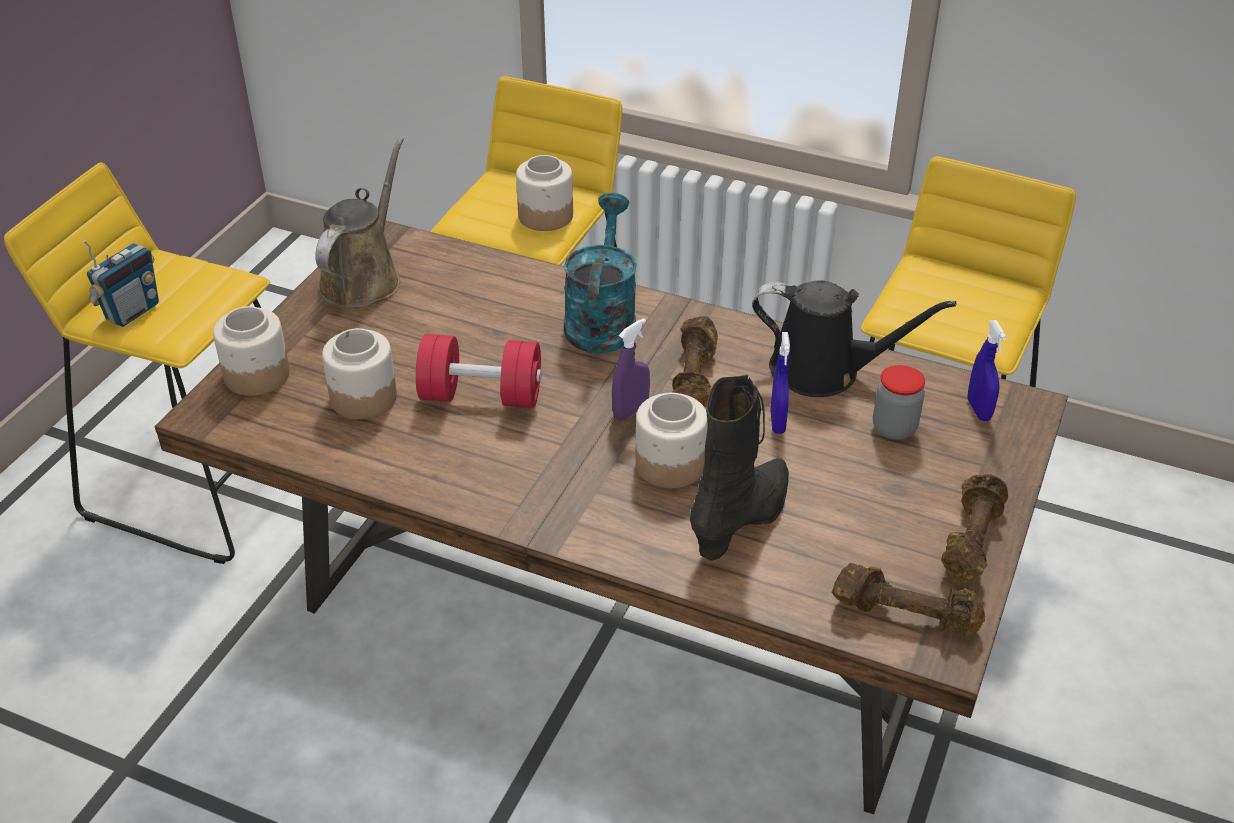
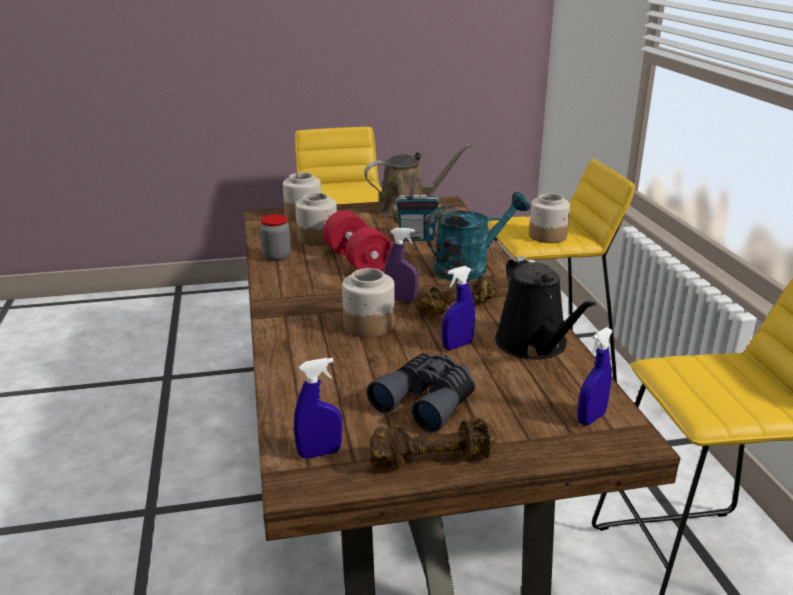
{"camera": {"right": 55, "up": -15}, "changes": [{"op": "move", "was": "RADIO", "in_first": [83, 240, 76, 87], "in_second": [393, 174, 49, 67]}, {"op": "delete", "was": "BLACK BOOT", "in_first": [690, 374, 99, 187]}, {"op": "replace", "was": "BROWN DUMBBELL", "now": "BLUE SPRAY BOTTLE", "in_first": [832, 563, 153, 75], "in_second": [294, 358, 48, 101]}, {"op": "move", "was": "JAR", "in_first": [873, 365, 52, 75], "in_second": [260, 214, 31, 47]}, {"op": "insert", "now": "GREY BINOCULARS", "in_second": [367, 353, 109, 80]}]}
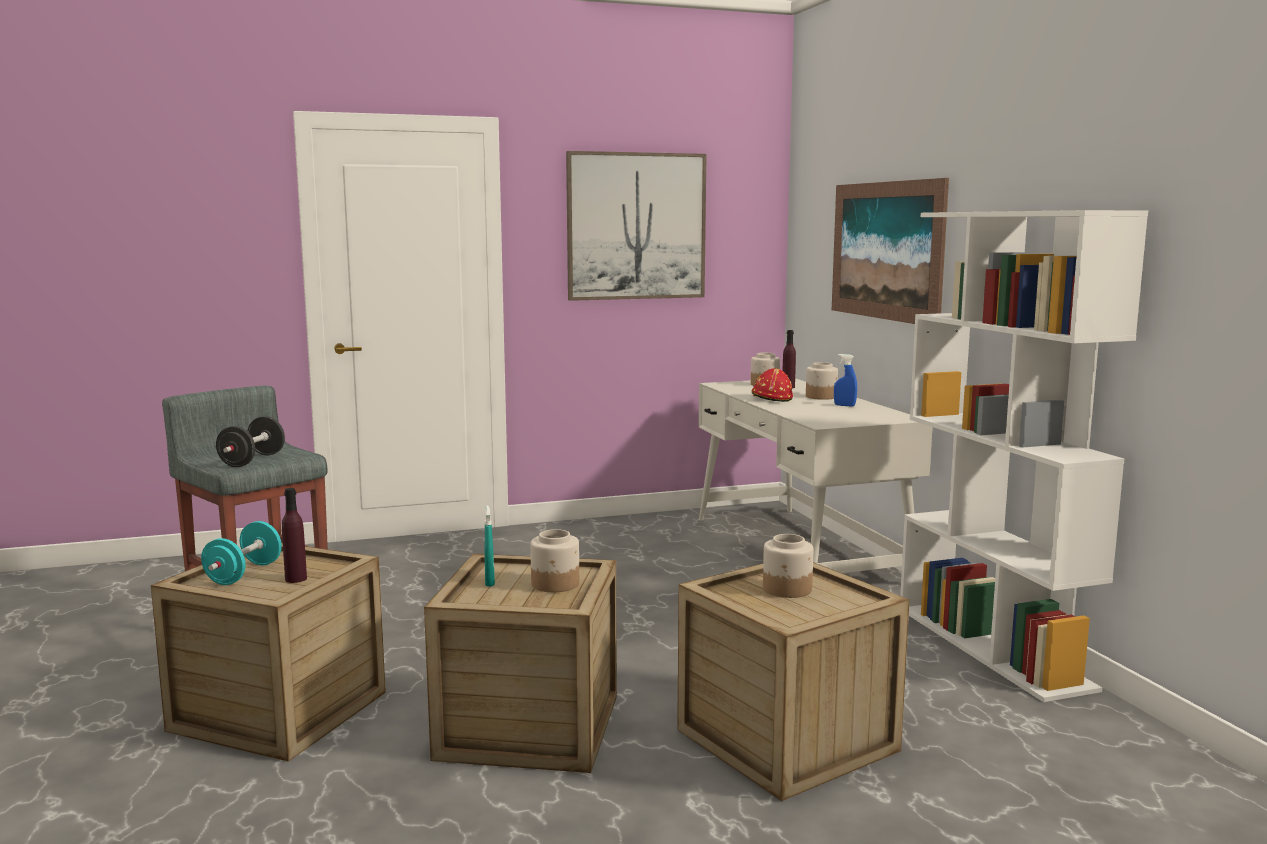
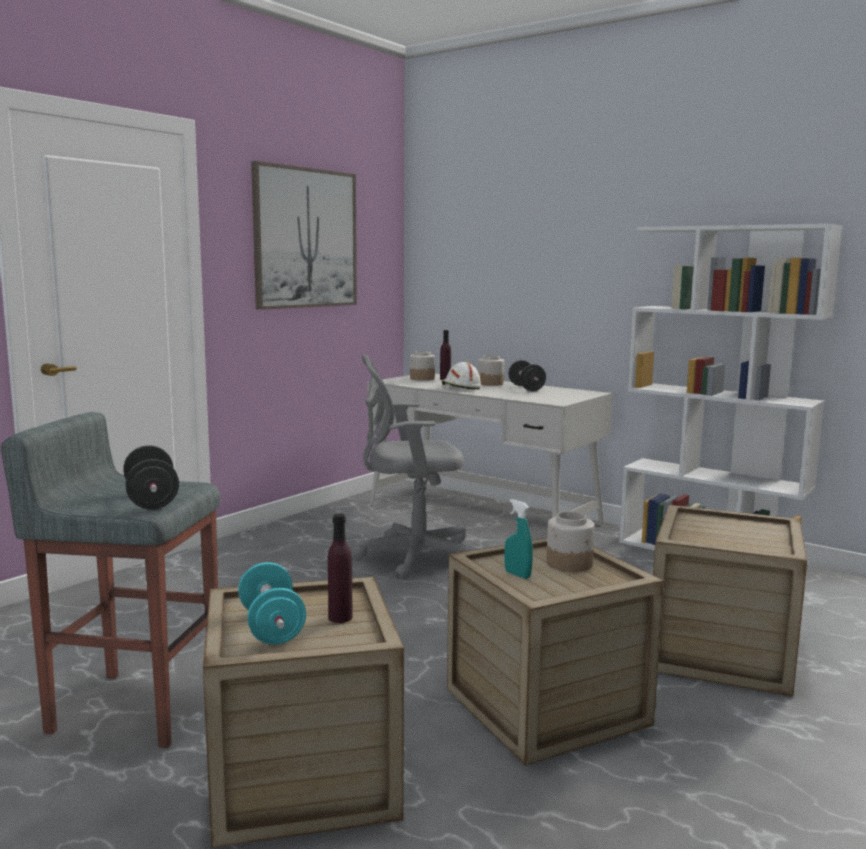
{"camera": {"right": -35, "up": 0}, "changes": [{"op": "recolor", "was": "RED HARD HAT", "now": "WHITE HARD HAT", "in_first": [751, 368, 42, 34], "in_second": [441, 362, 40, 28]}, {"op": "delete", "was": "JAR", "in_first": [763, 534, 51, 64]}, {"op": "delete", "was": "PICTURE", "in_first": [832, 178, 117, 146]}, {"op": "replace", "was": "BLUE SPRAY BOTTLE", "now": "BLACK DUMBBELL", "in_first": [834, 354, 23, 53], "in_second": [508, 360, 38, 31]}, {"op": "insert", "now": "GREY OFFICE CHAIR", "in_second": [351, 354, 127, 225]}]}
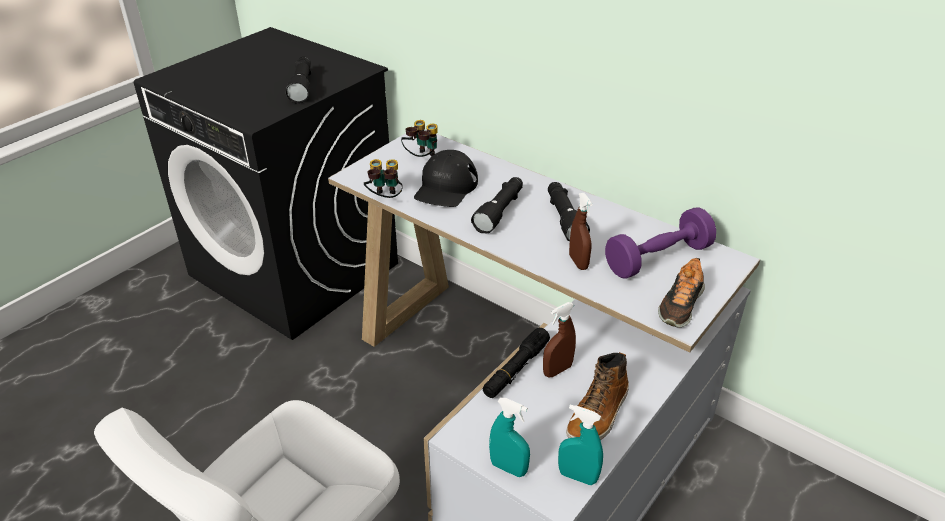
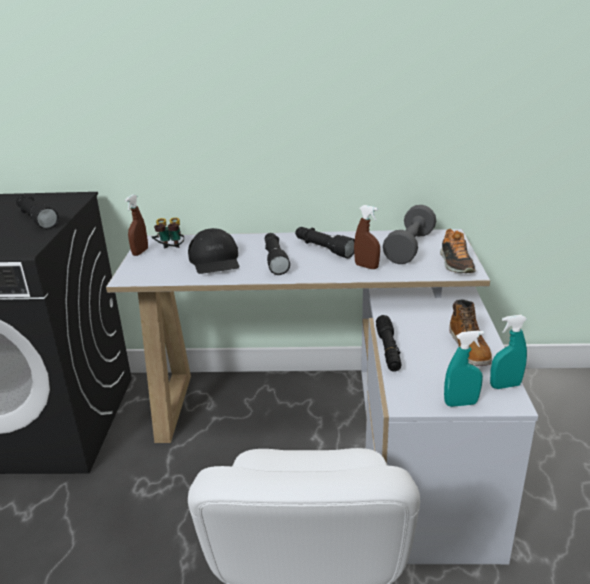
{"camera": {"right": -35, "up": -10}, "changes": [{"op": "delete", "was": "BINOCULARS", "in_first": [364, 159, 39, 39]}, {"op": "move", "was": "BROWN SPRAY BOTTLE", "in_first": [543, 302, 33, 75], "in_second": [125, 194, 23, 62]}, {"op": "recolor", "was": "PURPLE DUMBBELL", "now": "GREY DUMBBELL", "in_first": [605, 207, 111, 72], "in_second": [383, 205, 53, 59]}]}
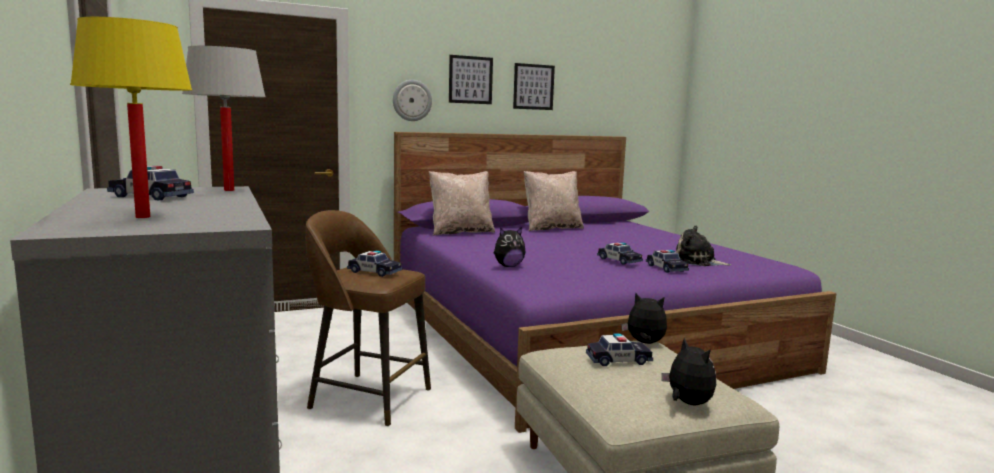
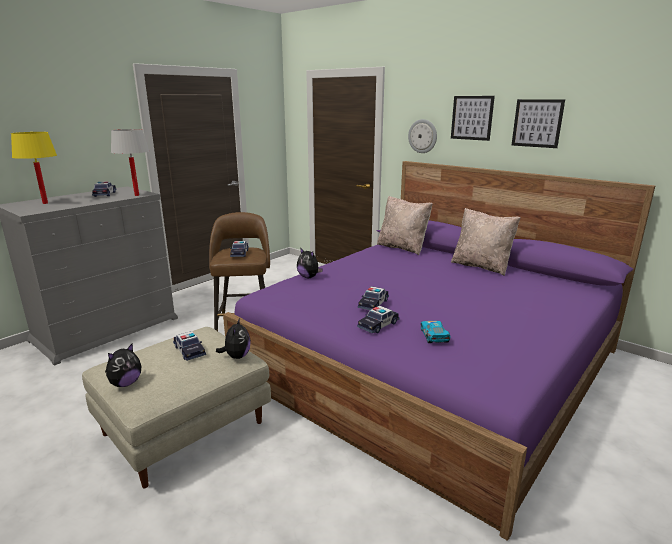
{"camera": {"right": 65, "up": 10}, "changes": [{"op": "replace", "was": "PLUSH TOY", "now": "TOY CAR", "in_first": [676, 226, 55, 40], "in_second": [421, 321, 29, 22]}]}
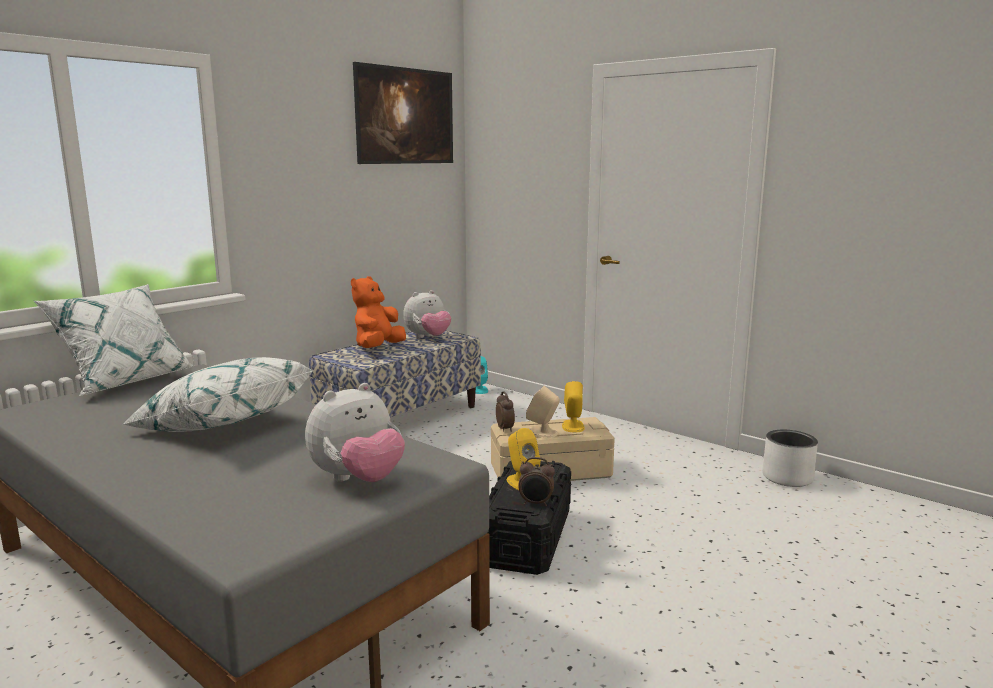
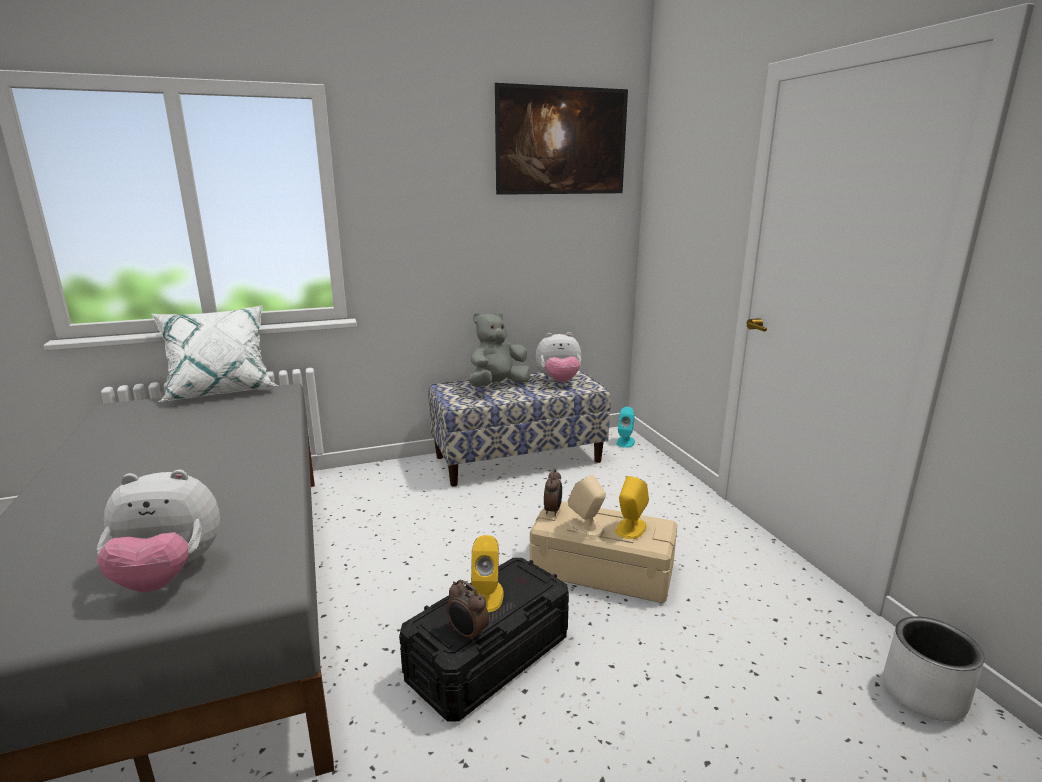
{"camera": {"right": 30, "up": 5}, "changes": [{"op": "delete", "was": "WHITE PILLOW", "in_first": [122, 357, 192, 75]}, {"op": "recolor", "was": "ORANGE PLUSH TOY", "now": "GREY PLUSH TOY", "in_first": [351, 276, 55, 72], "in_second": [469, 312, 61, 75]}]}
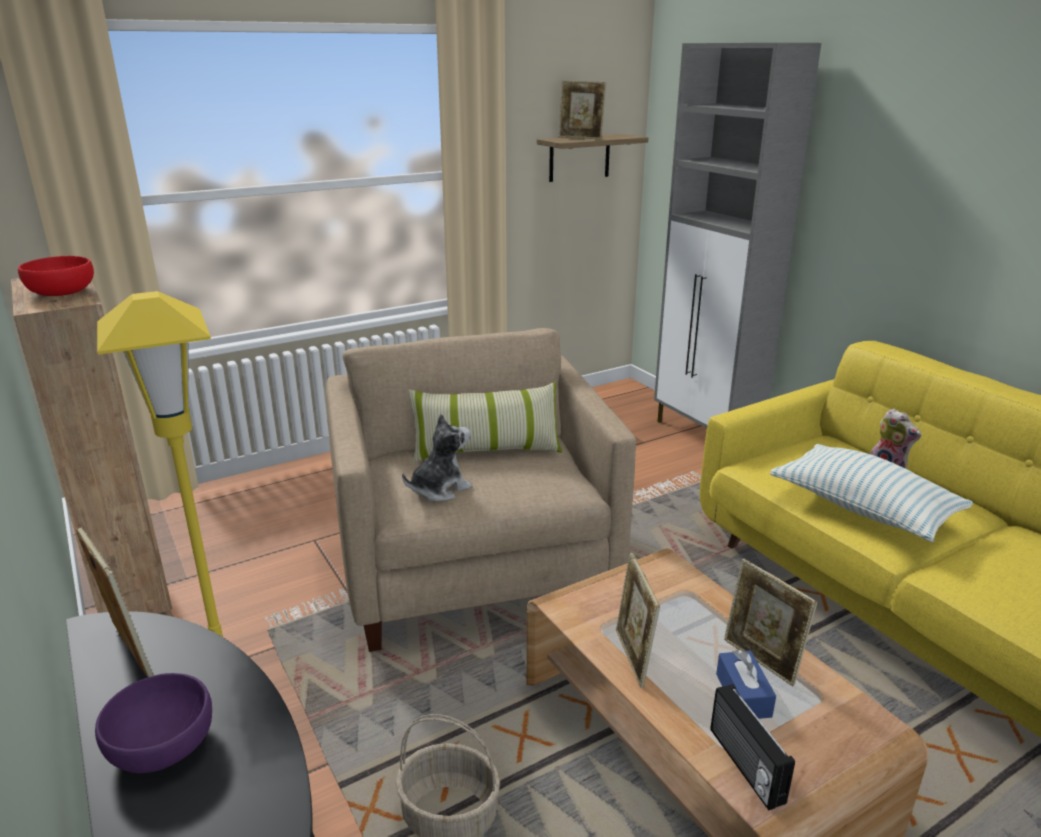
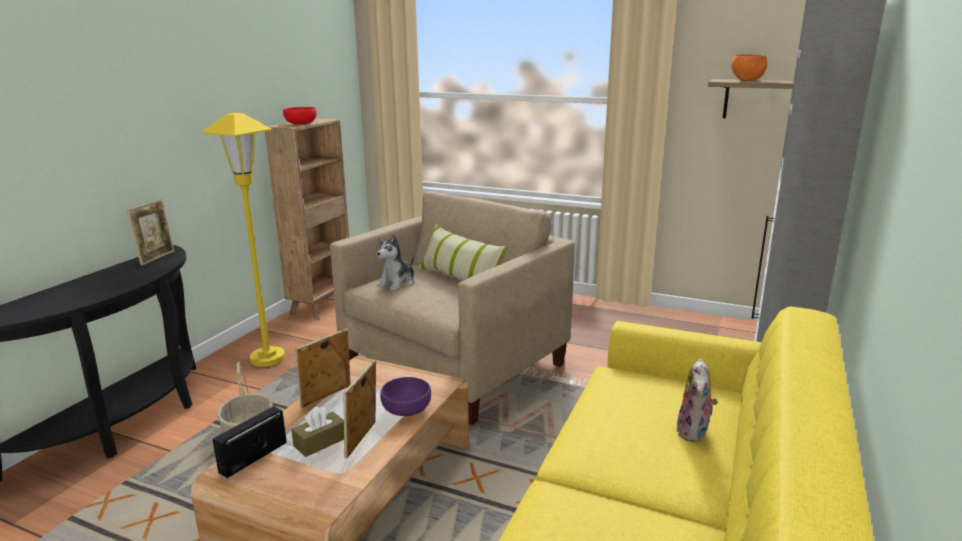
{"camera": {"right": 55, "up": -5}, "changes": [{"op": "move", "was": "PURPLE BOWL", "in_first": [95, 673, 117, 100], "in_second": [380, 377, 51, 39]}, {"op": "rotate", "was": "PLUSH TOY", "in_first": [402, 414, 71, 88], "in_second": [377, 234, 38, 57], "clockwise": 105}, {"op": "replace", "was": "PICTURE FRAME", "now": "ORANGE BOWL", "in_first": [558, 80, 48, 60], "in_second": [732, 55, 35, 26]}, {"op": "recolor", "was": "BLUE TISSUE BOX", "now": "BROWN TISSUE BOX", "in_first": [716, 650, 60, 69], "in_second": [291, 406, 53, 51]}, {"op": "delete", "was": "PILLOW", "in_first": [770, 444, 203, 98]}]}
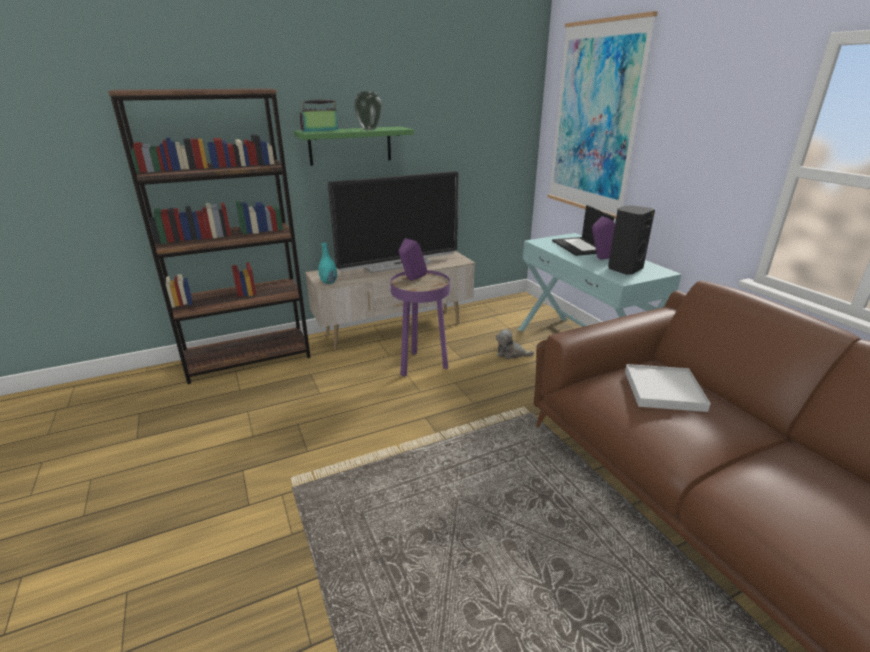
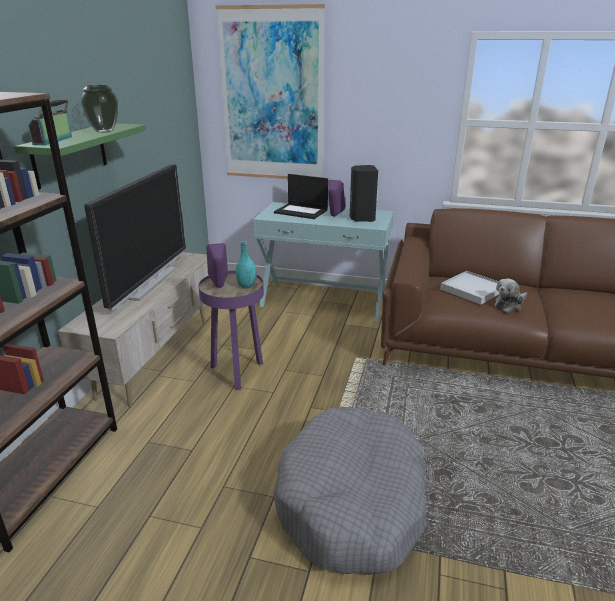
{"camera": {"right": -50, "up": 0}, "changes": [{"op": "move", "was": "TURQUOISE VASE", "in_first": [318, 243, 19, 41], "in_second": [236, 241, 21, 47]}, {"op": "move", "was": "PLUSH TOY", "in_first": [496, 329, 38, 30], "in_second": [494, 279, 33, 34]}, {"op": "insert", "now": "GREY DOG BED", "in_second": [273, 407, 154, 168]}]}
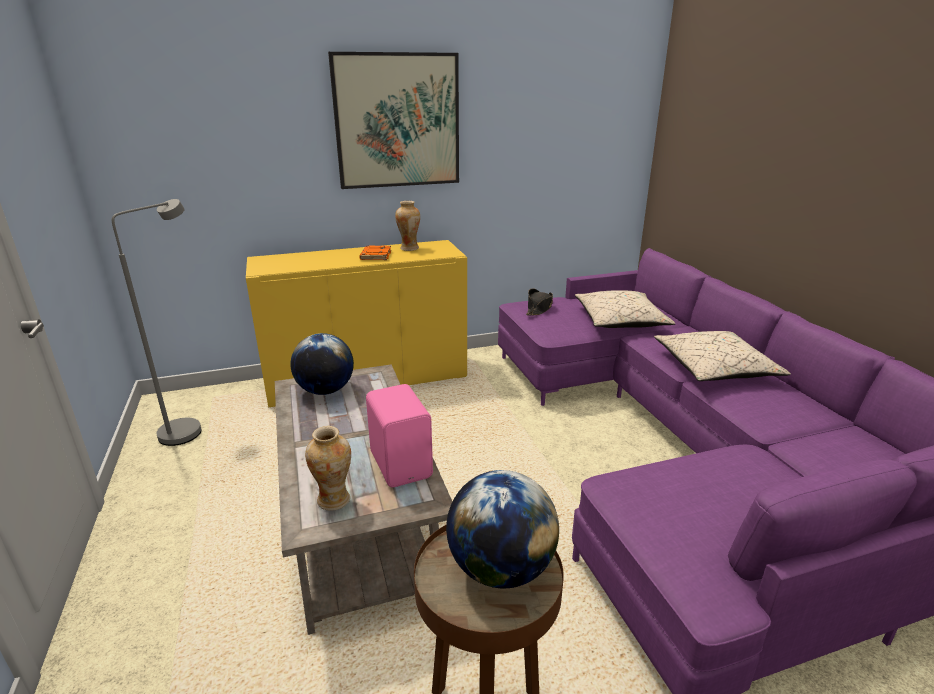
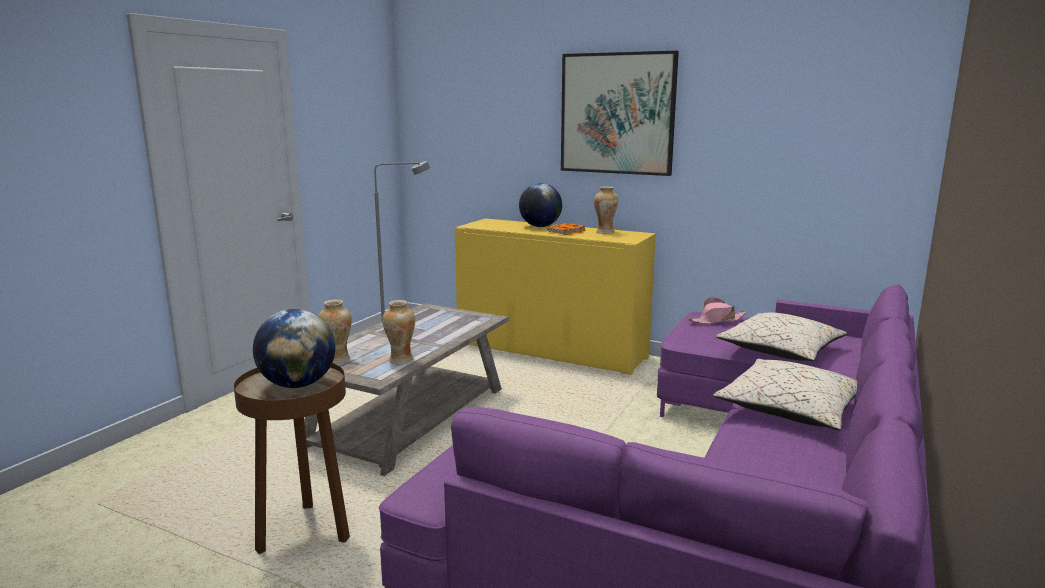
{"camera": {"right": 45, "up": -10}, "changes": [{"op": "move", "was": "GLOBE", "in_first": [291, 333, 63, 62], "in_second": [519, 183, 43, 44]}, {"op": "replace", "was": "PINK SPEAKER", "now": "VASE", "in_first": [366, 384, 67, 103], "in_second": [382, 300, 33, 64]}, {"op": "recolor", "was": "BLACK HAT", "now": "PINK HAT", "in_first": [526, 289, 27, 27], "in_second": [688, 297, 59, 27]}]}
